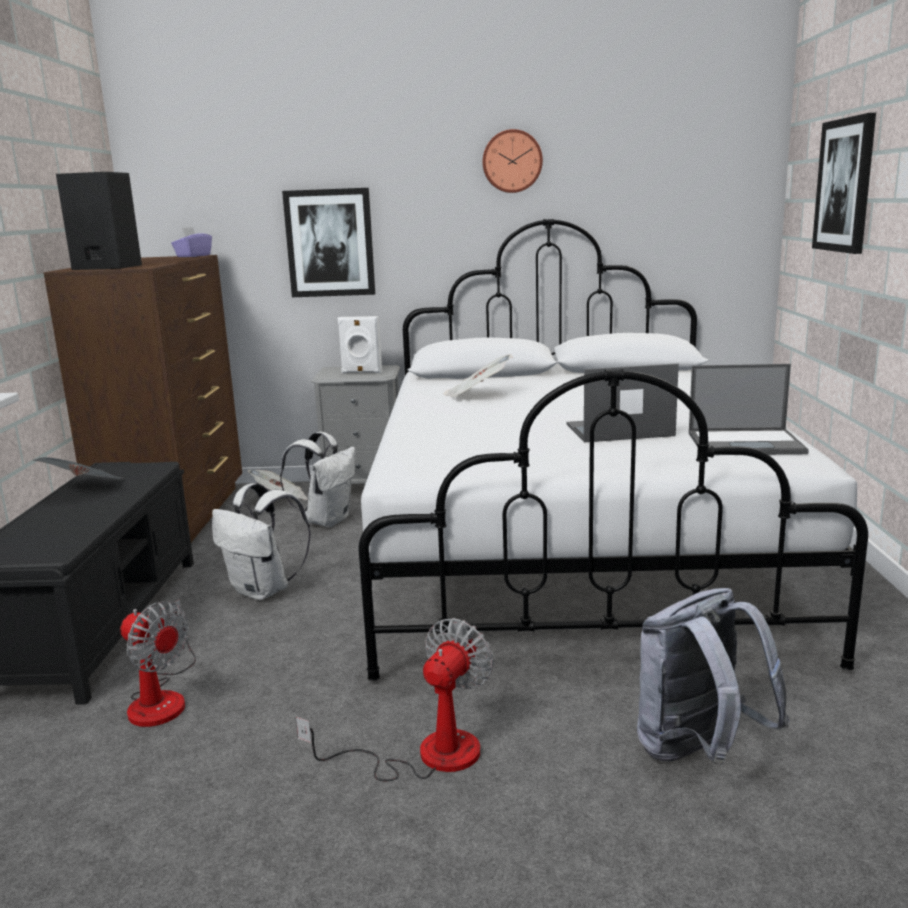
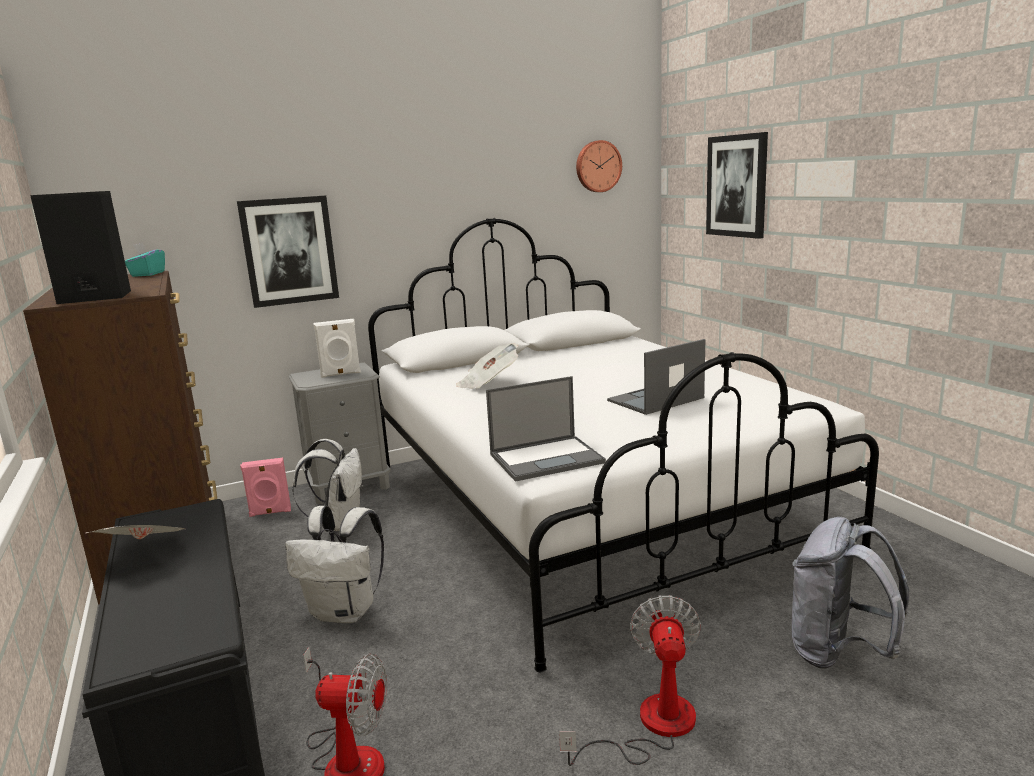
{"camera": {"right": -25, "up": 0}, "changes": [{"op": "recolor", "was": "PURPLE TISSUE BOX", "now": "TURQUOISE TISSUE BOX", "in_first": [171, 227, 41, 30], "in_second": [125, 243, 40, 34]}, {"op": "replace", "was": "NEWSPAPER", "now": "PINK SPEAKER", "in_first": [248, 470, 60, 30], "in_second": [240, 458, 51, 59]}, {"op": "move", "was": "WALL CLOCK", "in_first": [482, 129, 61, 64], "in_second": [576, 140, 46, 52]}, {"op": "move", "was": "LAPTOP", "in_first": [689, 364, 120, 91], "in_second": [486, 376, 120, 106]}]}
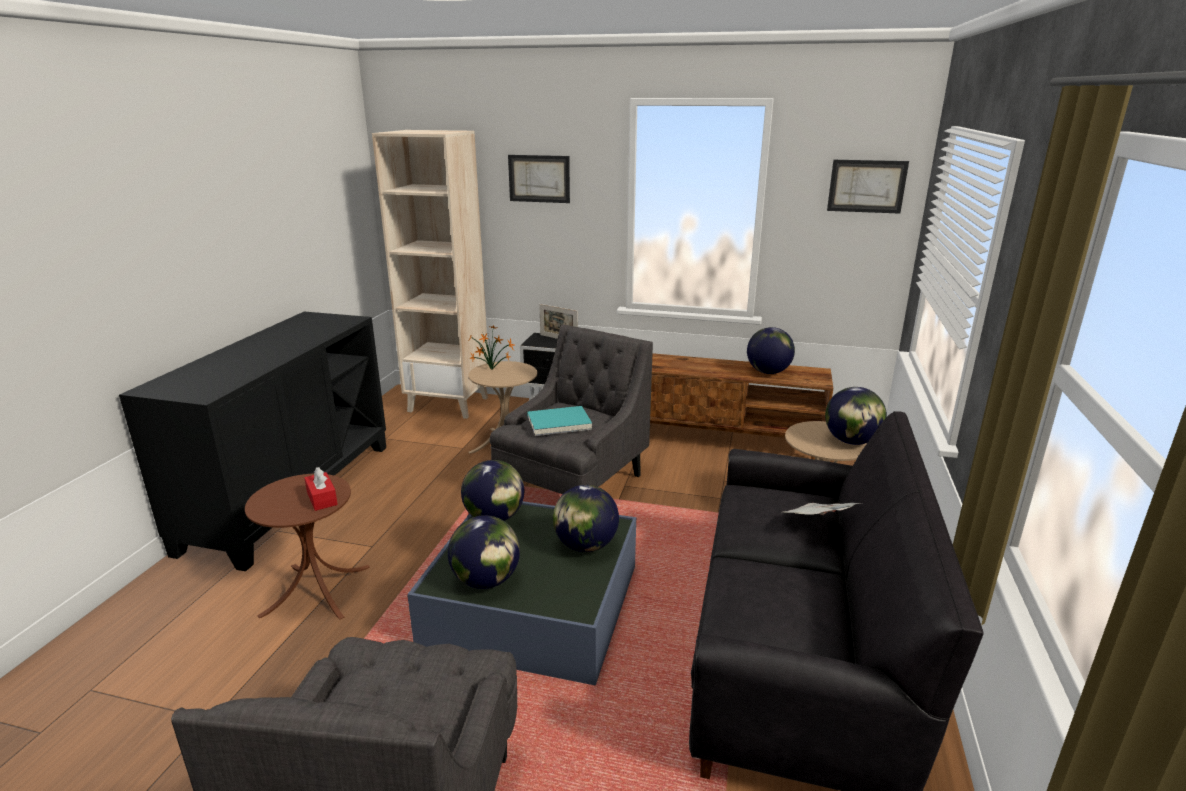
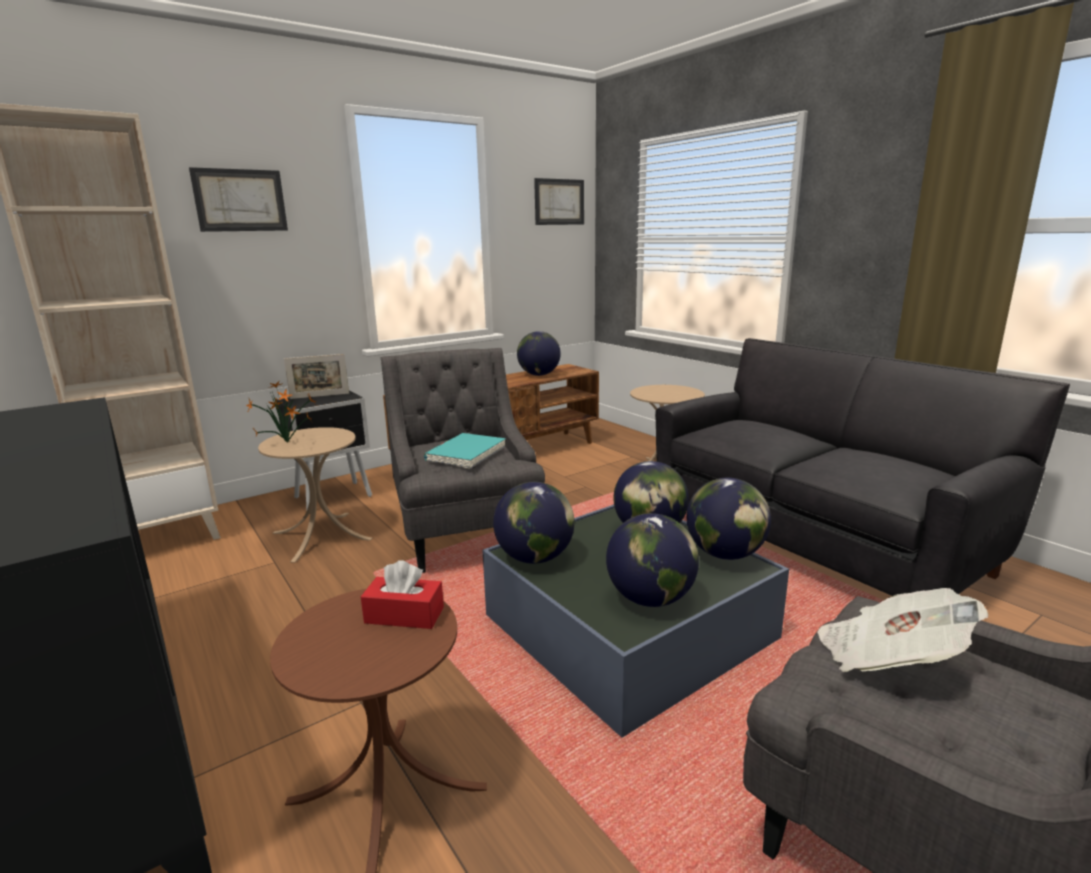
{"camera": {"right": -50, "up": -5}, "changes": [{"op": "move", "was": "NEWSPAPER", "in_first": [784, 503, 76, 12], "in_second": [817, 588, 171, 84]}, {"op": "move", "was": "GLOBE", "in_first": [825, 387, 62, 58], "in_second": [687, 478, 84, 82]}]}
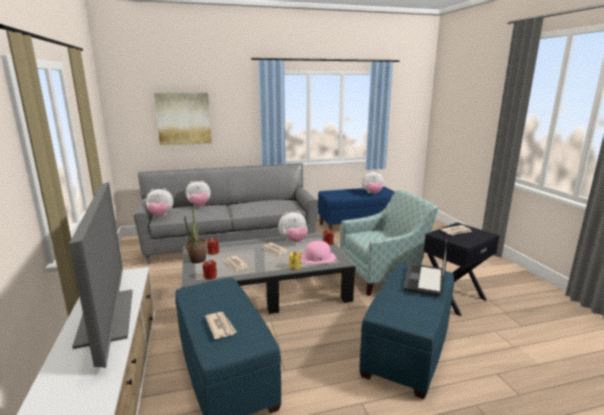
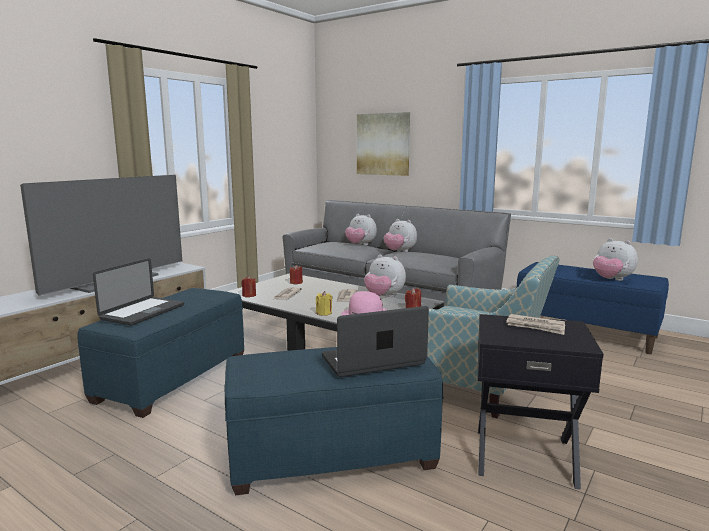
{"camera": {"right": 50, "up": -5}, "changes": [{"op": "move", "was": "PLUSH TOY", "in_first": [146, 188, 28, 28], "in_second": [384, 219, 33, 33]}, {"op": "delete", "was": "POTTED PLANT", "in_first": [184, 206, 24, 57]}, {"op": "replace", "was": "NEWSPAPER", "now": "LAPTOP", "in_first": [205, 312, 32, 27], "in_second": [93, 258, 91, 67]}]}
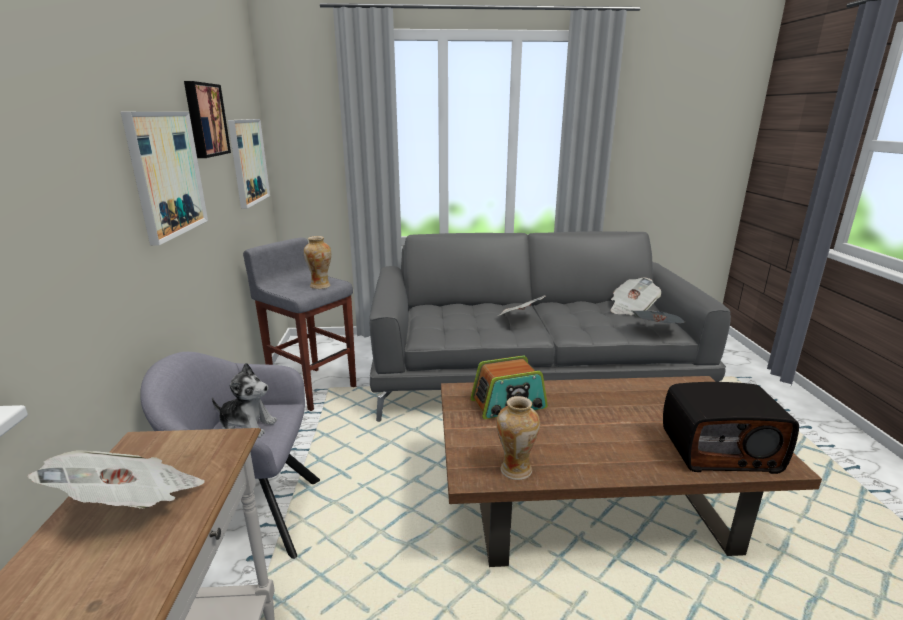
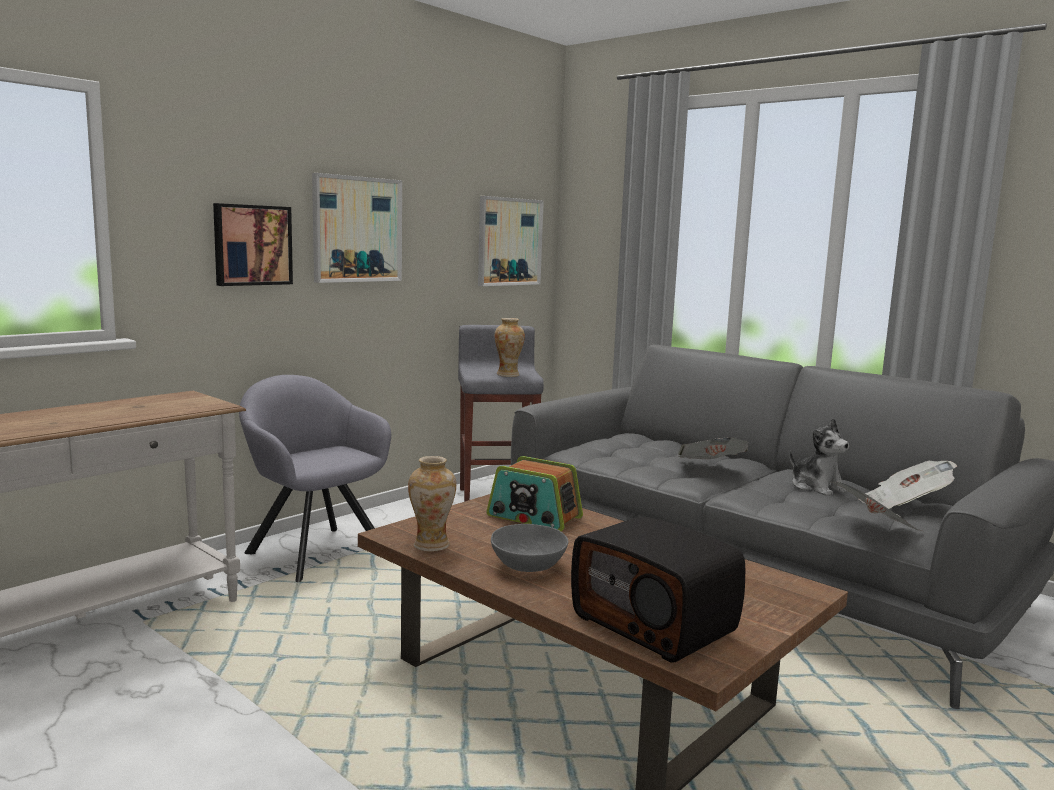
{"camera": {"right": 45, "up": -10}, "changes": [{"op": "delete", "was": "NEWSPAPER", "in_first": [27, 450, 178, 58]}, {"op": "move", "was": "PICTURE", "in_first": [184, 81, 47, 77], "in_second": [213, 203, 80, 83]}, {"op": "move", "was": "PLUSH TOY", "in_first": [212, 363, 65, 75], "in_second": [790, 418, 59, 78]}, {"op": "insert", "now": "GREY BOWL", "in_second": [491, 524, 77, 48]}]}
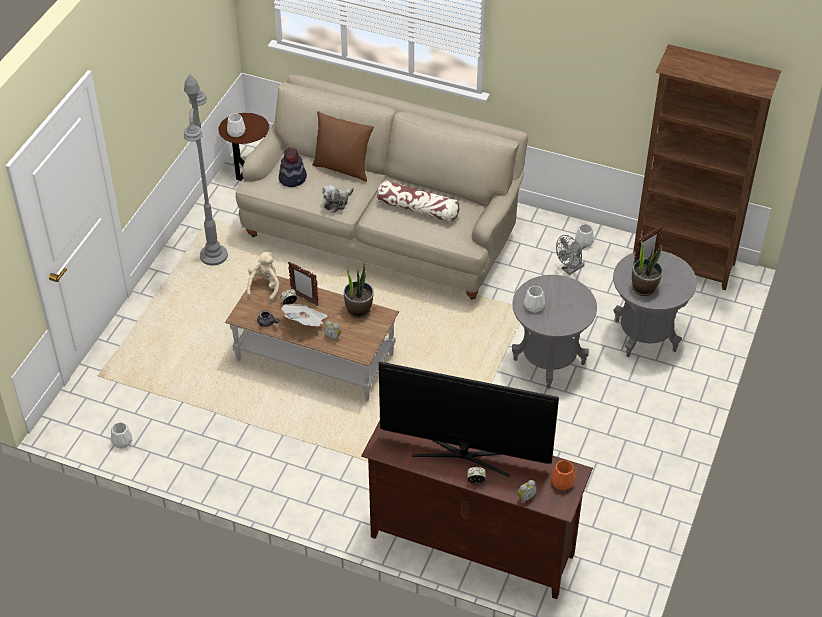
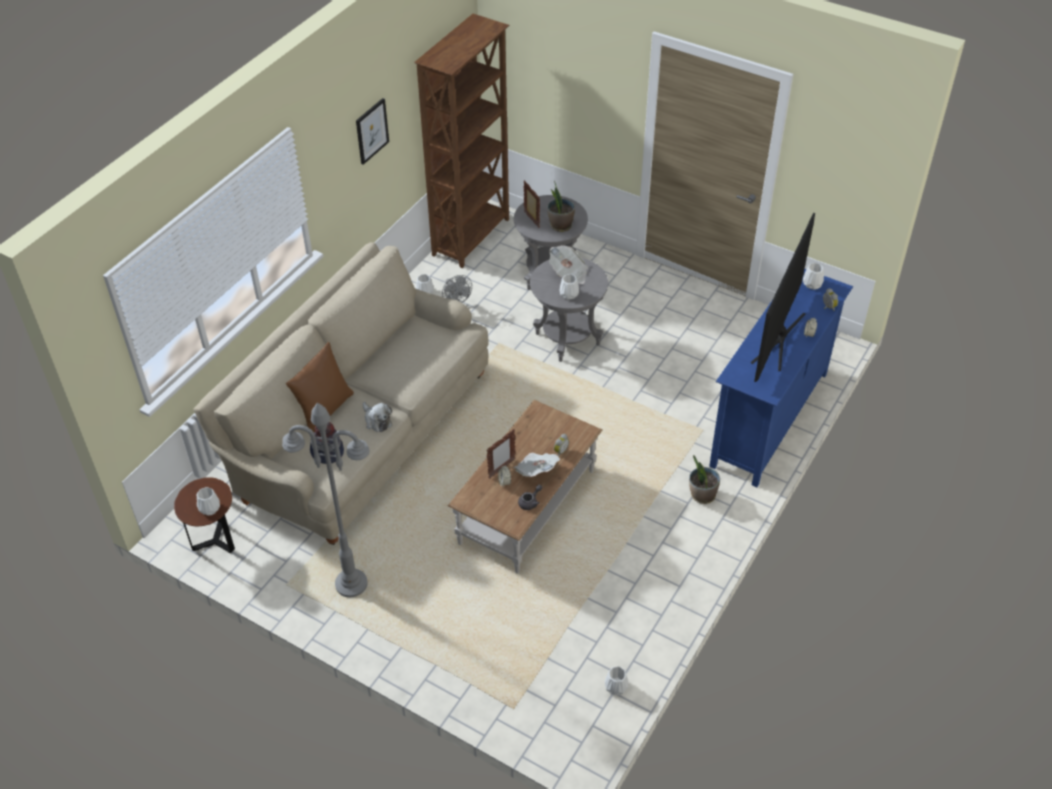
{"camera": {"right": -80, "up": 0}, "changes": [{"op": "delete", "was": "BEIGE PLUSH TOY", "in_first": [246, 252, 34, 50]}, {"op": "move", "was": "POTTED PLANT", "in_first": [344, 264, 30, 55], "in_second": [689, 455, 31, 49]}, {"op": "recolor", "was": "BROWN TV STAND", "now": "BLUE TV STAND", "in_first": [361, 421, 232, 178], "in_second": [709, 269, 144, 218]}, {"op": "delete", "was": "PILLOW", "in_first": [377, 180, 82, 43]}, {"op": "recolor", "was": "ORANGE VASE", "now": "WHITE VASE", "in_first": [551, 460, 24, 30], "in_second": [803, 263, 21, 27]}, {"op": "insert", "now": "PICTURE", "in_second": [356, 98, 33, 67]}, {"op": "insert", "now": "NEWSPAPER", "in_second": [549, 245, 39, 39]}]}
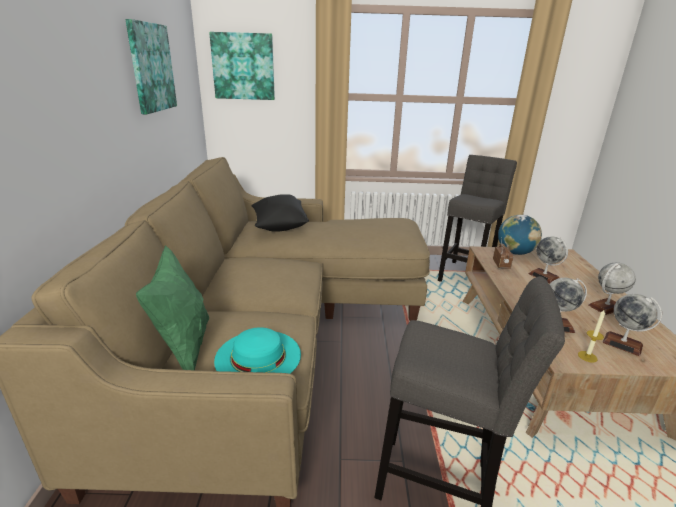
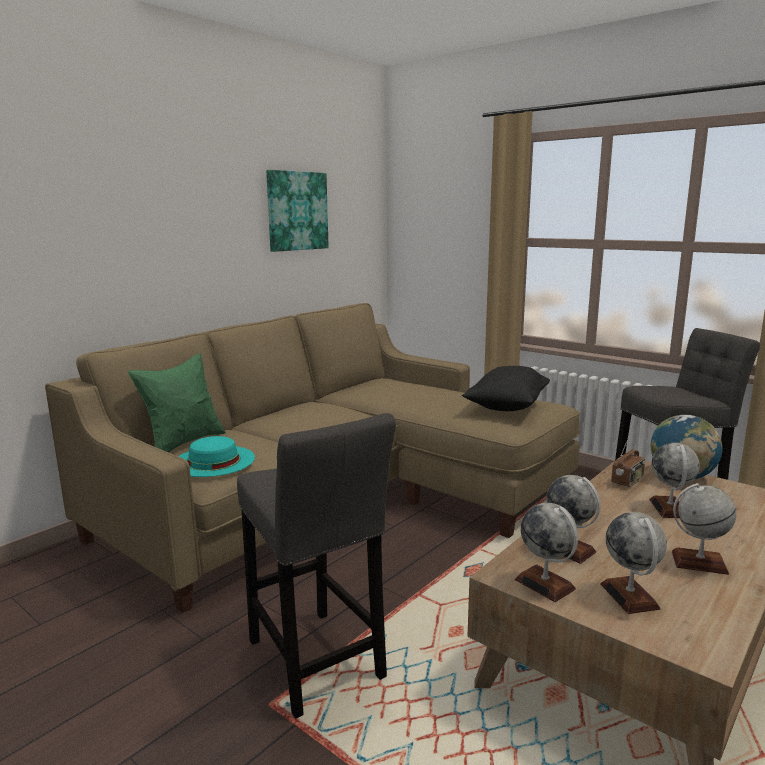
{"camera": {"right": 40, "up": -10}, "changes": [{"op": "delete", "was": "PICTURE", "in_first": [209, 32, 66, 68]}, {"op": "move", "was": "BLACK PILLOW", "in_first": [251, 194, 58, 38], "in_second": [462, 366, 88, 45]}, {"op": "replace", "was": "CANDLE", "now": "GLOBE", "in_first": [578, 310, 27, 53], "in_second": [515, 503, 63, 99]}]}
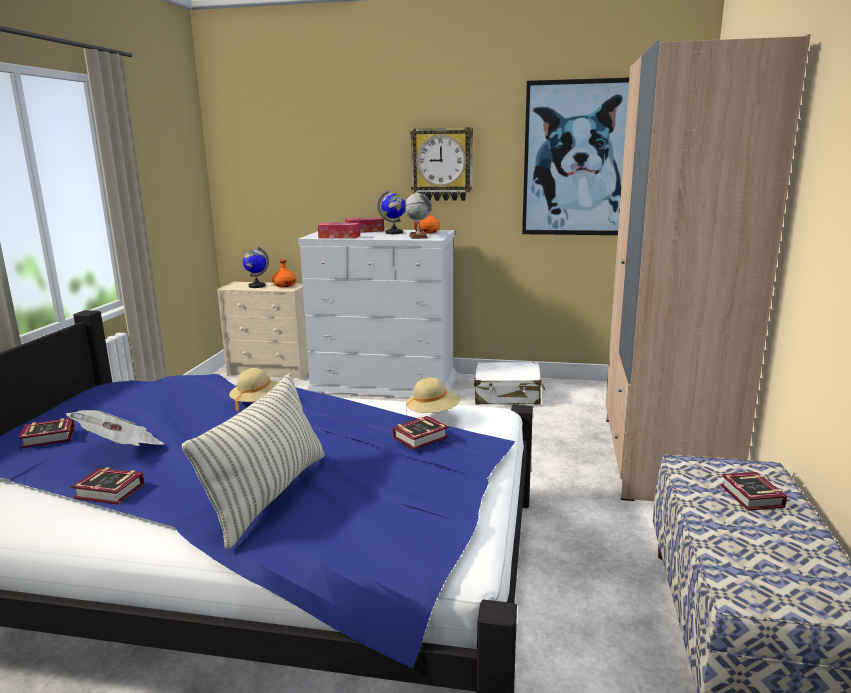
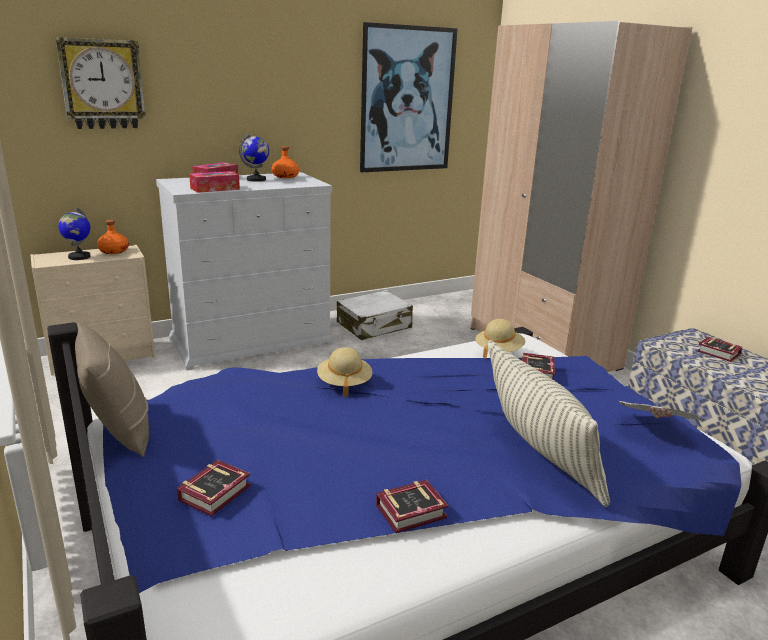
{"camera": {"right": -40, "up": 5}, "changes": [{"op": "move", "was": "NEWSPAPER", "in_first": [66, 410, 99, 36], "in_second": [619, 401, 83, 19]}, {"op": "delete", "was": "GLOBE", "in_first": [405, 191, 26, 48]}, {"op": "move", "was": "WALL CLOCK", "in_first": [410, 127, 63, 74], "in_second": [55, 37, 91, 92]}, {"op": "insert", "now": "BEIGE PILLOW", "in_second": [75, 323, 74, 134]}]}
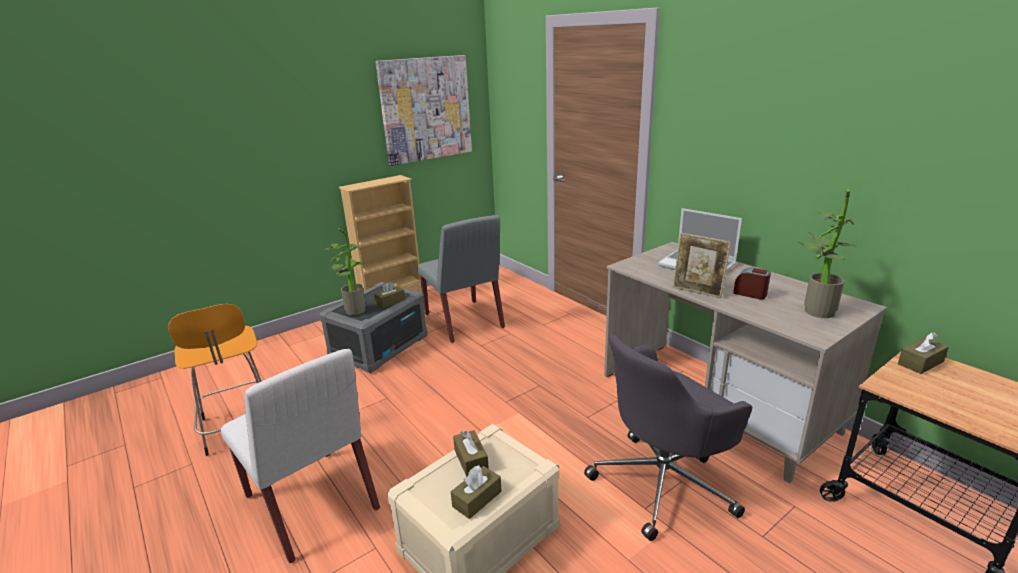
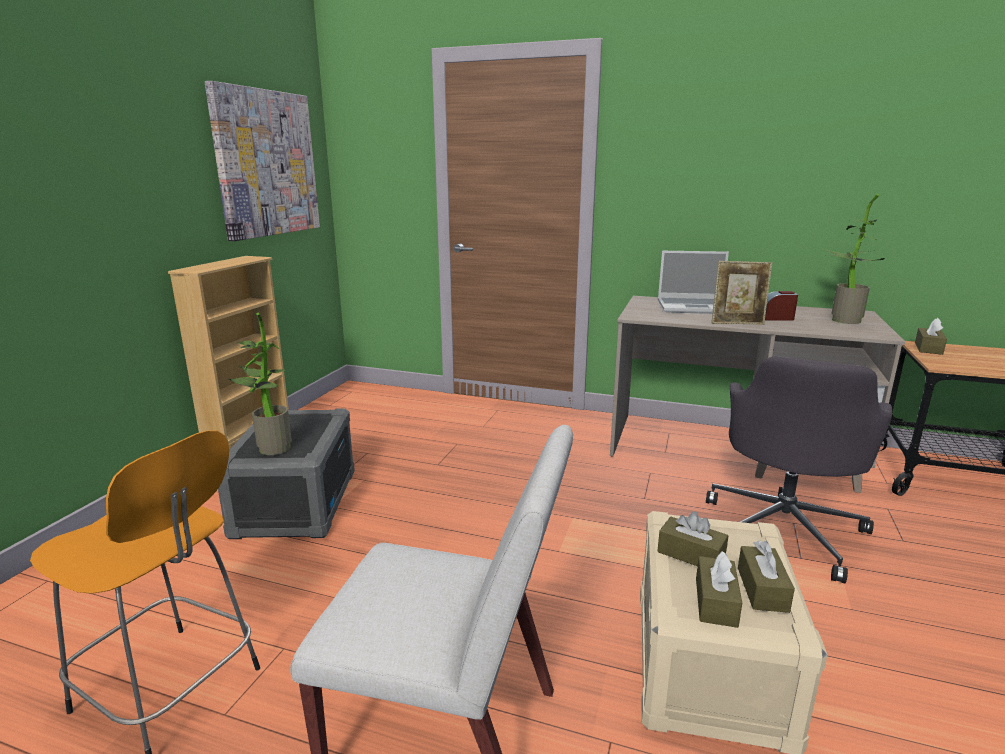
{"camera": {"right": -35, "up": -5}, "changes": [{"op": "move", "was": "BROWN TISSUE BOX", "in_first": [374, 282, 31, 26], "in_second": [696, 551, 46, 77]}, {"op": "delete", "was": "GREY CHAIR", "in_first": [418, 215, 87, 128]}]}
